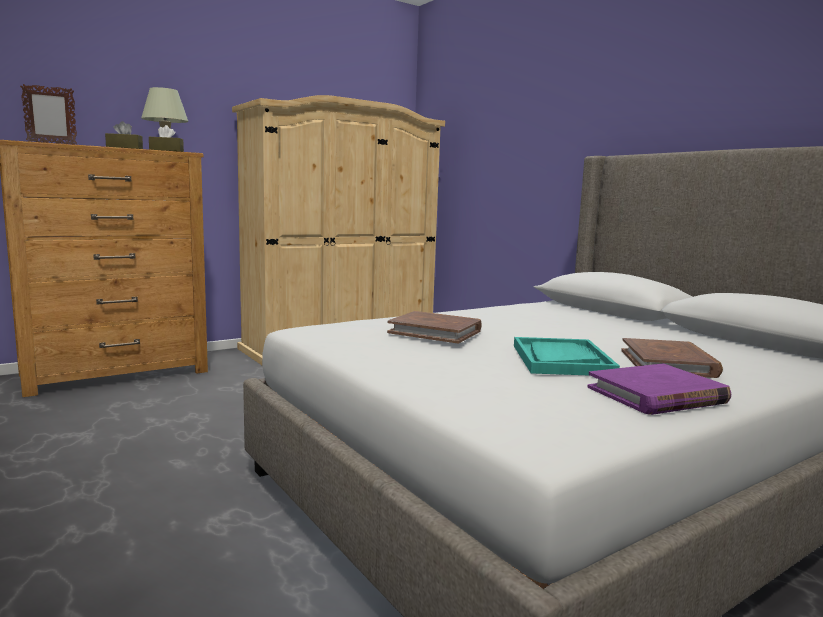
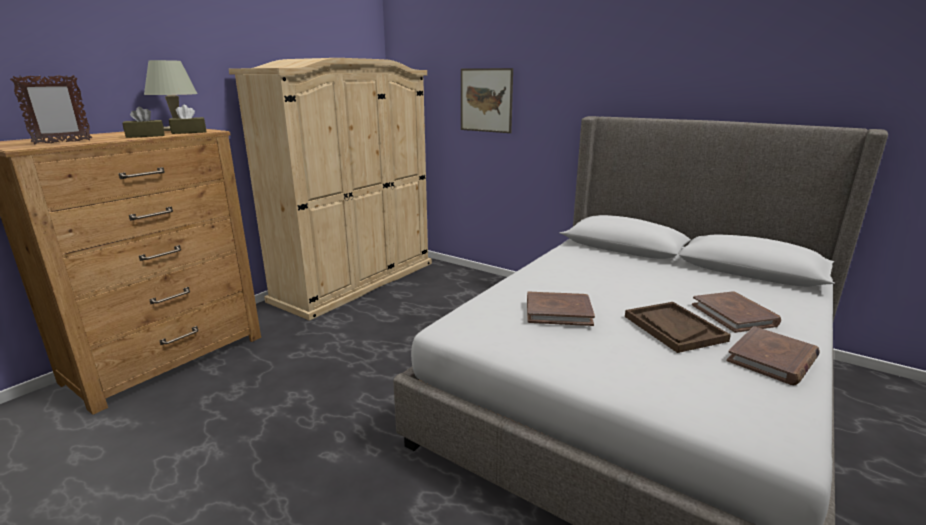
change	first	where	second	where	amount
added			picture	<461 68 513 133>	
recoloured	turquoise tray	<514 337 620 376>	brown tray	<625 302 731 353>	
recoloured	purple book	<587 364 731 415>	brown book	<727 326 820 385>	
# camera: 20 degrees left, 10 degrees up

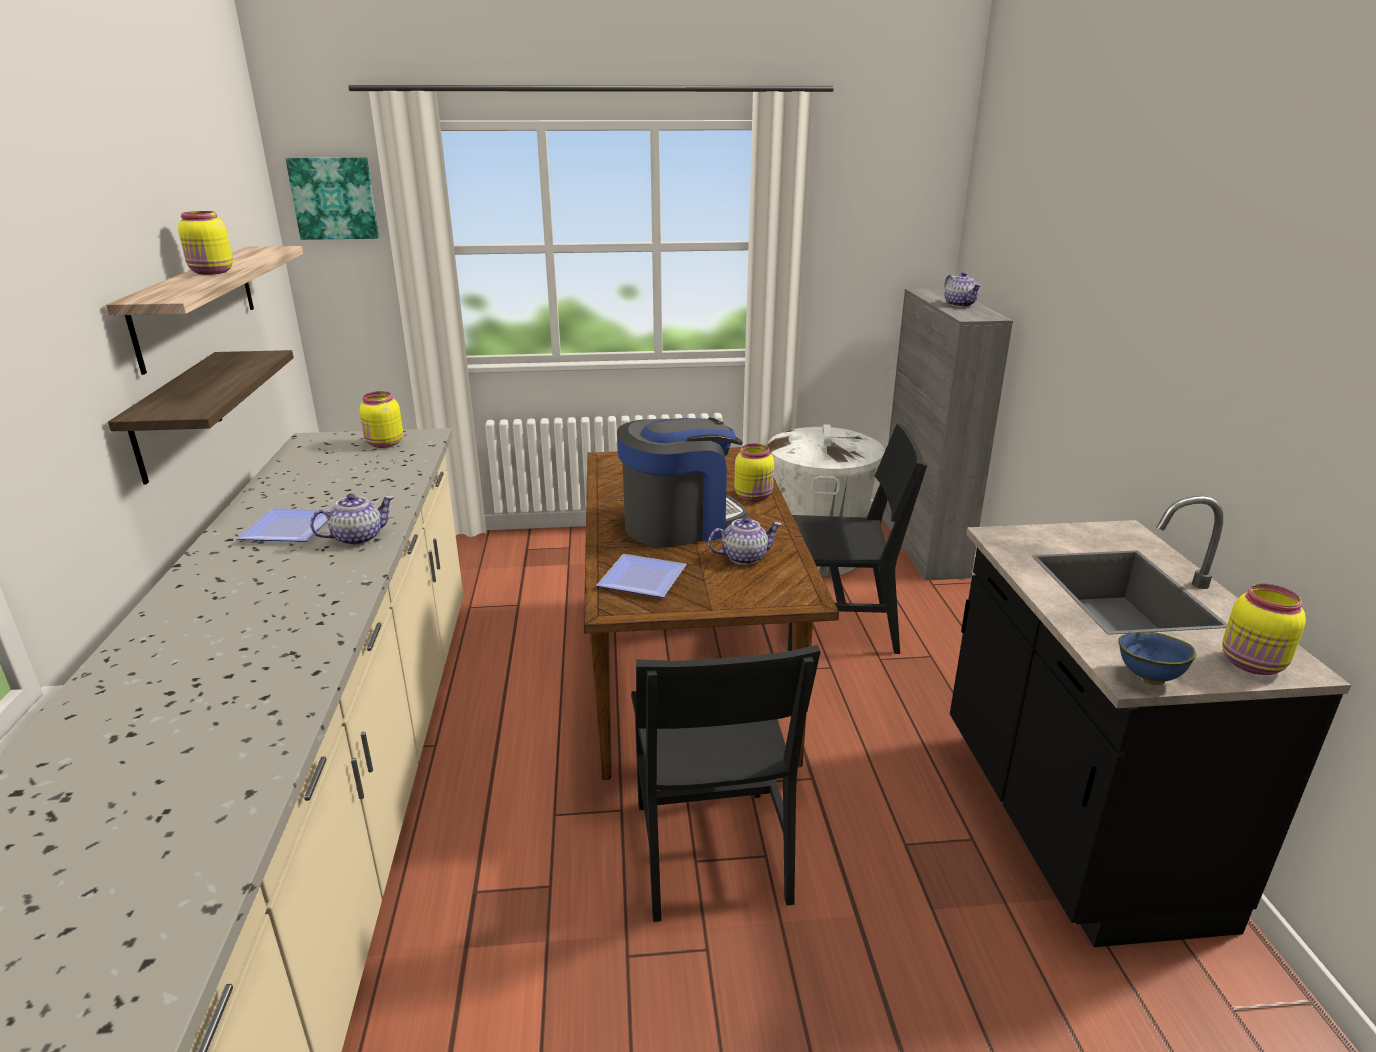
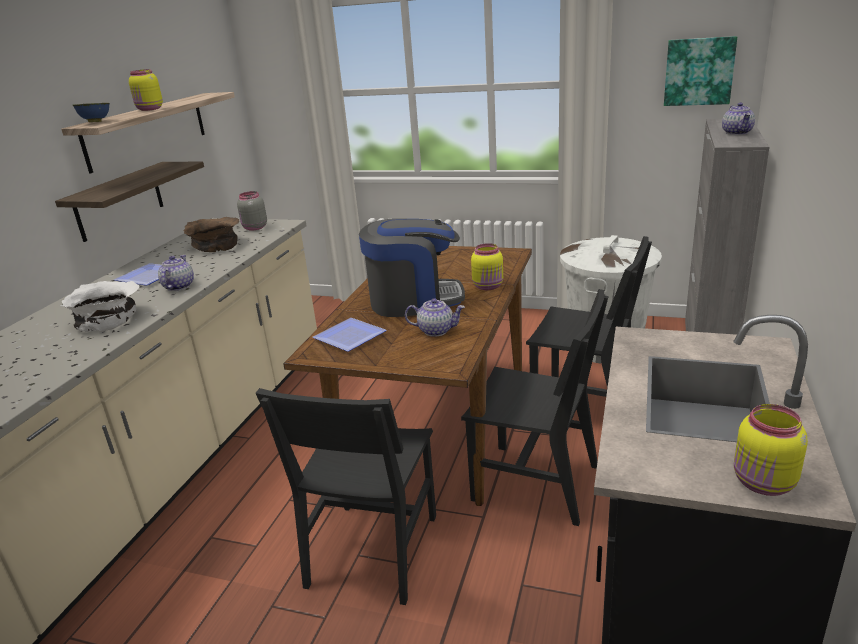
change	first	where	second	where	amount
added			white bowl	<61 281 139 332>	
added			brown bowl	<184 217 239 252>	
added			black chair	<461 289 609 526>	
moved	picture	<286 157 379 240>		<664 36 737 106>	
moved	blue bowl	<1118 632 1196 685>		<73 103 110 122>	
recoloured	yellow jar	<359 391 403 448>	grey jar	<237 191 267 231>	
turned	teapot	<310 494 394 546>		<158 255 194 291>	75 degrees counterclockwise
# camera: 25 degrees right, 0 degrees up

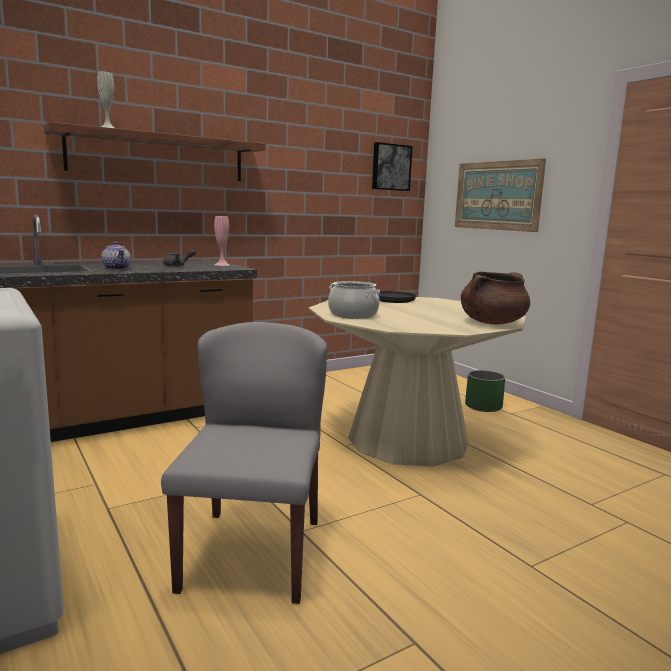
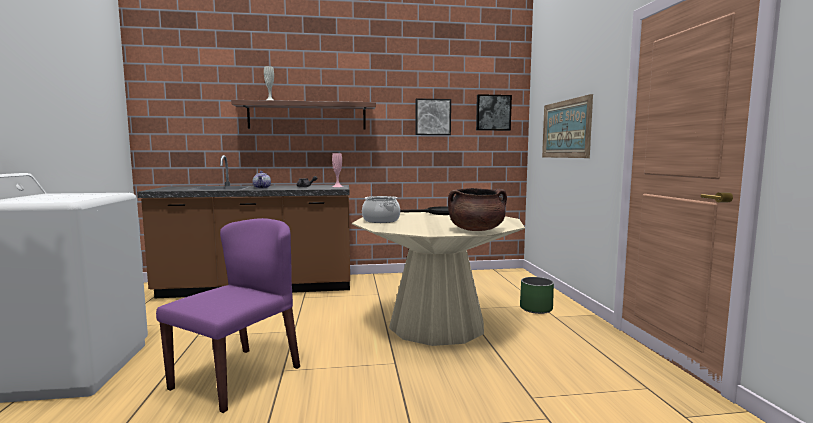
change	first	where	second	where	amount
added			picture	<415 98 451 135>	
recoloured	grey chair	<161 322 327 604>	purple chair	<156 218 300 413>	
# camera: 25 degrees right, 5 degrees down

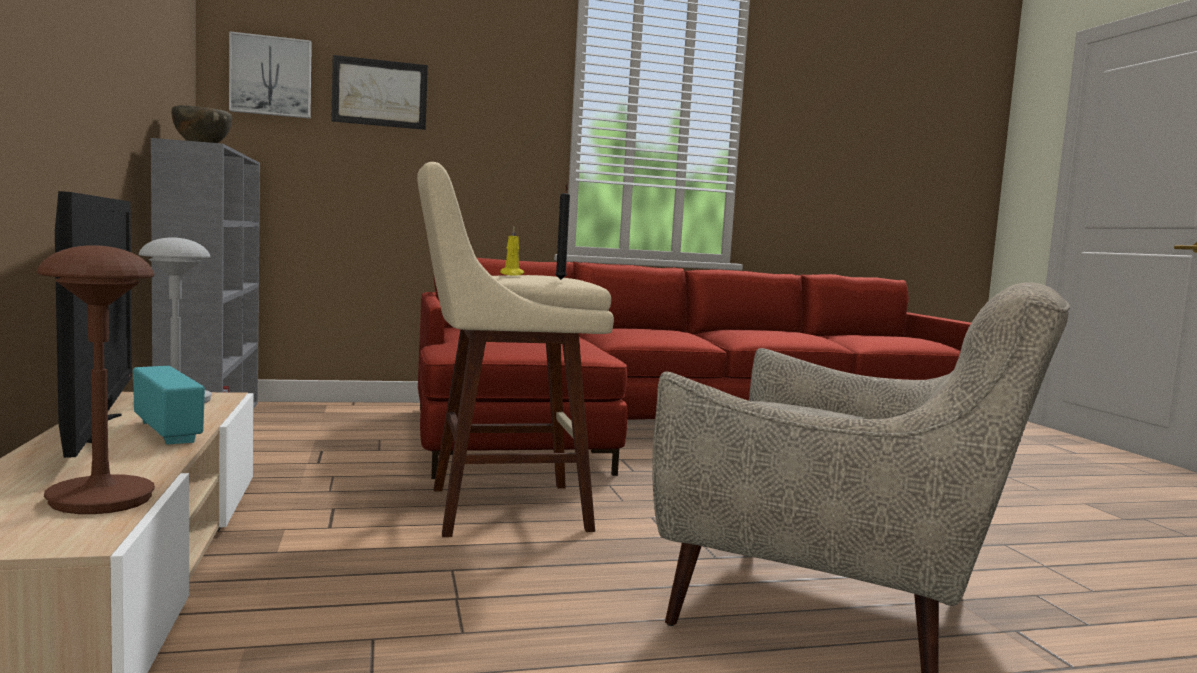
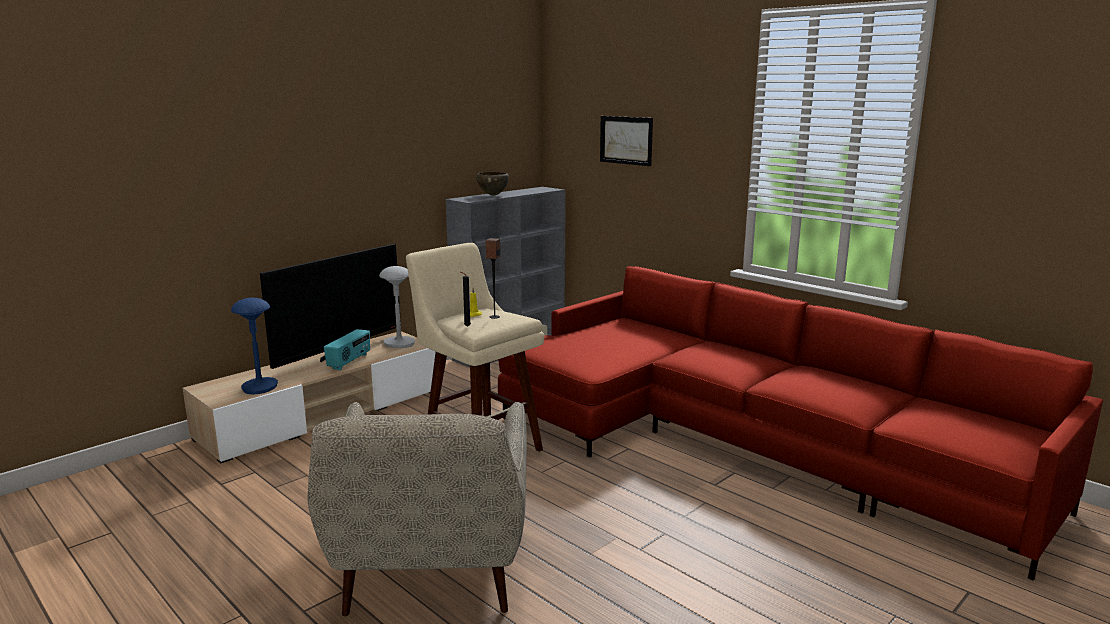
change	first	where	second	where	amount
removed	picture	<229 31 312 119>			
added			speaker	<485 238 500 319>	
recoloured	brown table lamp	<37 245 155 514>	blue table lamp	<231 298 278 394>	
# camera: 60 degrees right, 10 degrees up

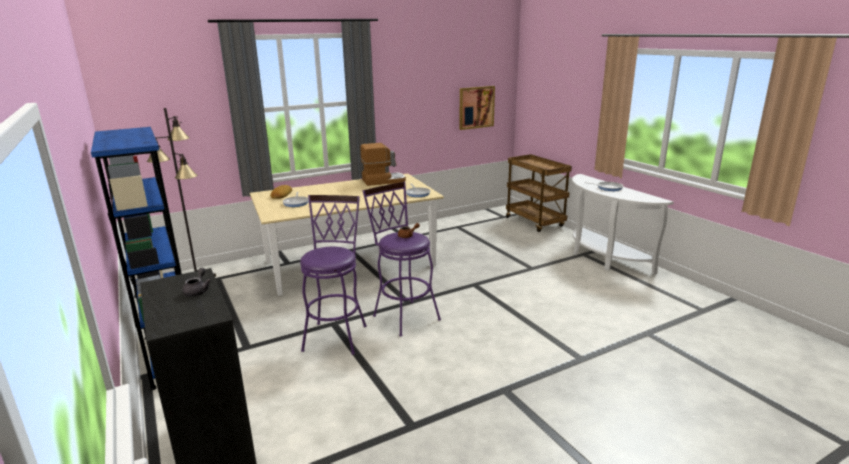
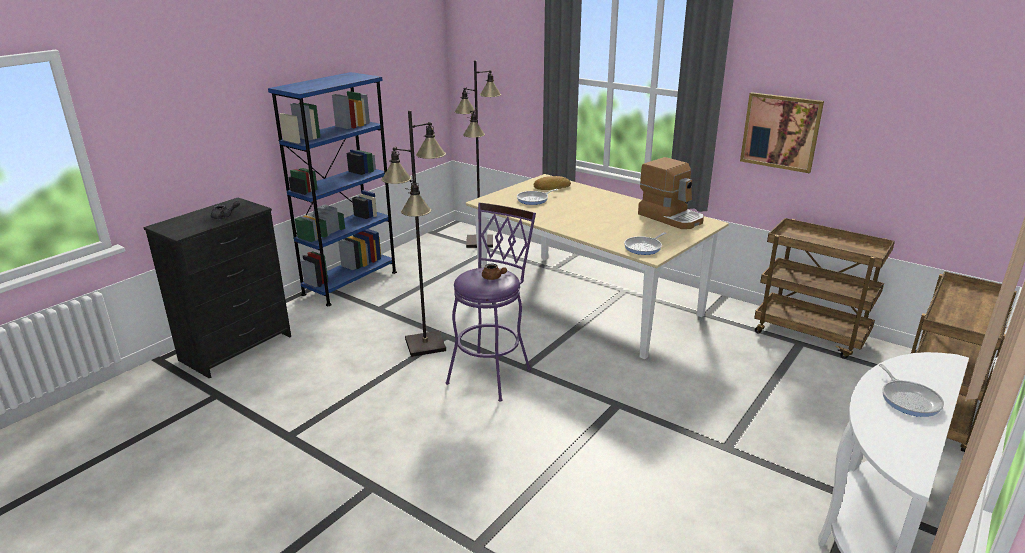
change	first	where	second	where	amount
added			brown cart	<754 218 895 359>	
moved	picture	<459 86 495 130>		<740 92 824 173>	
replaced	purple stool	<300 195 367 355>	black floor lamp	<382 110 446 357>	
# camera: 65 degrees right, 5 degrees up

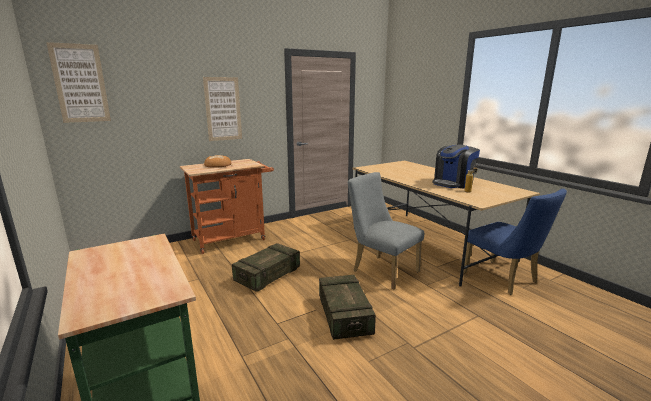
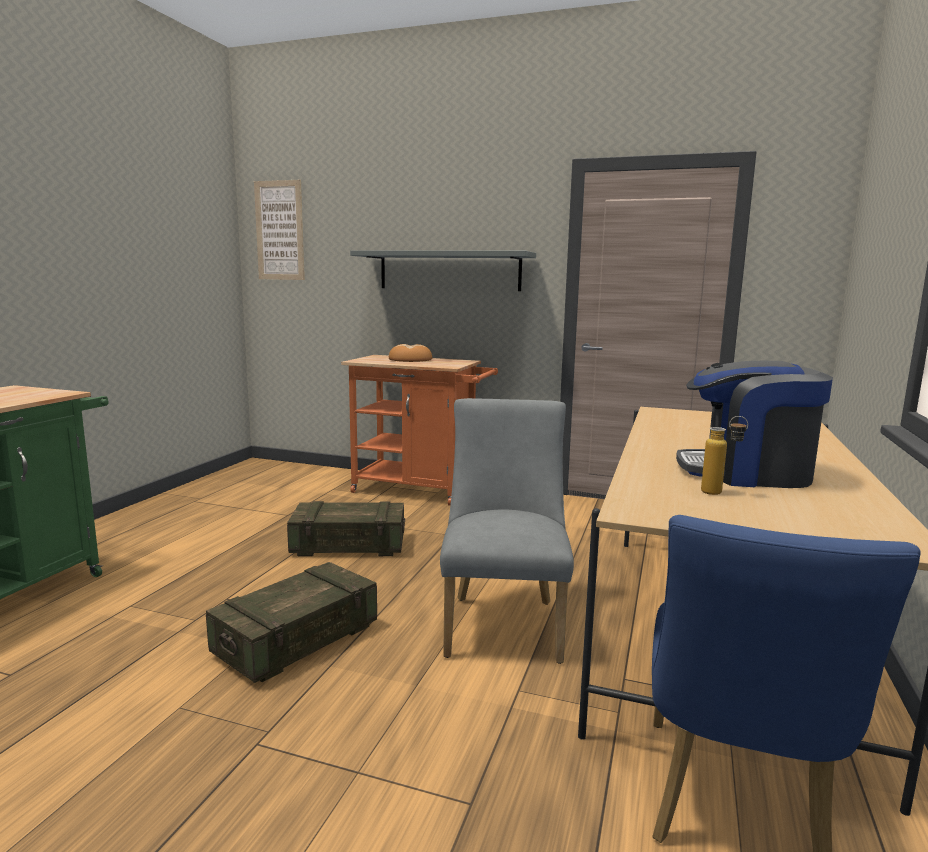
change	first	where	second	where	amount
replaced	picture	<203 77 242 141>	grey shelf	<350 250 536 291>	
# camera: 50 degrees right, 5 degrees down

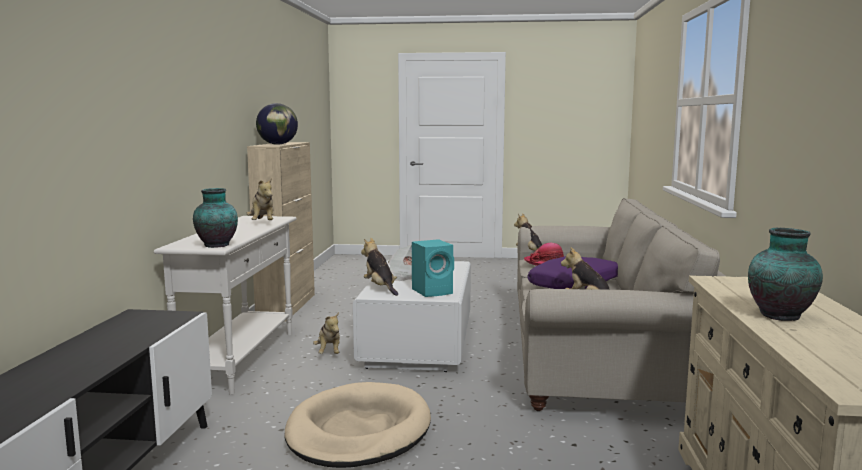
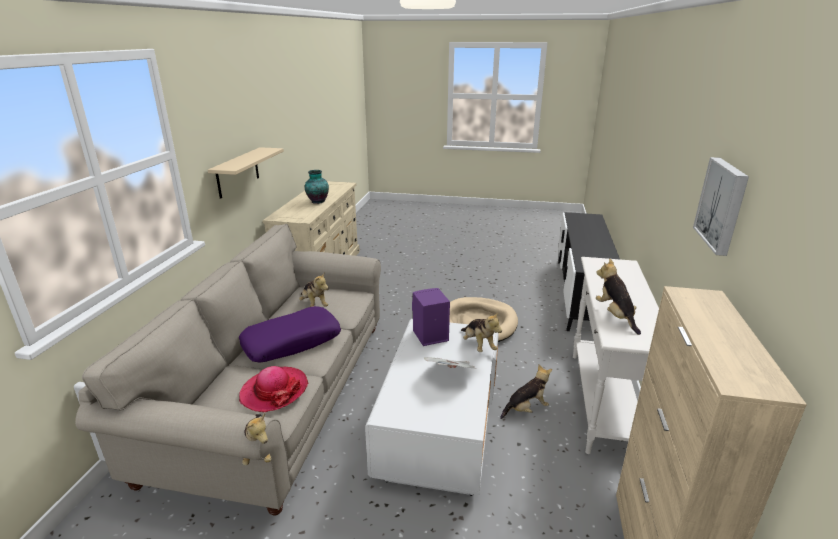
change	first	where	second	where	amount
removed	vase	<193 188 238 248>			
removed	globe	<256 103 298 145>			
added			beige shelf	<208 147 284 199>	
added			picture	<693 157 749 256>	
recoloured	turquoise speaker	<412 239 454 297>	purple speaker	<412 288 450 346>	
turned	plush toy	<313 312 340 354>		<500 364 552 419>	75 degrees clockwise
# camera: 175 degrees left, 15 degrees up

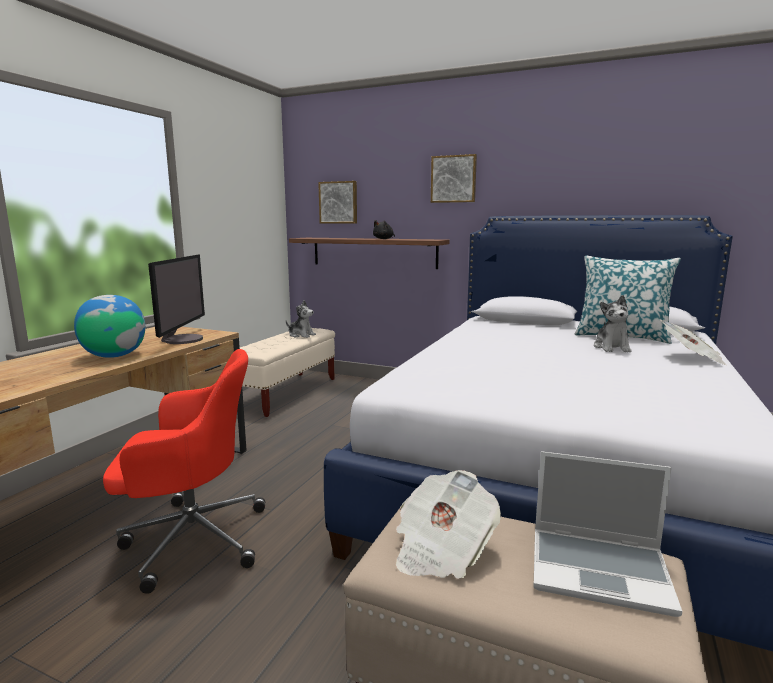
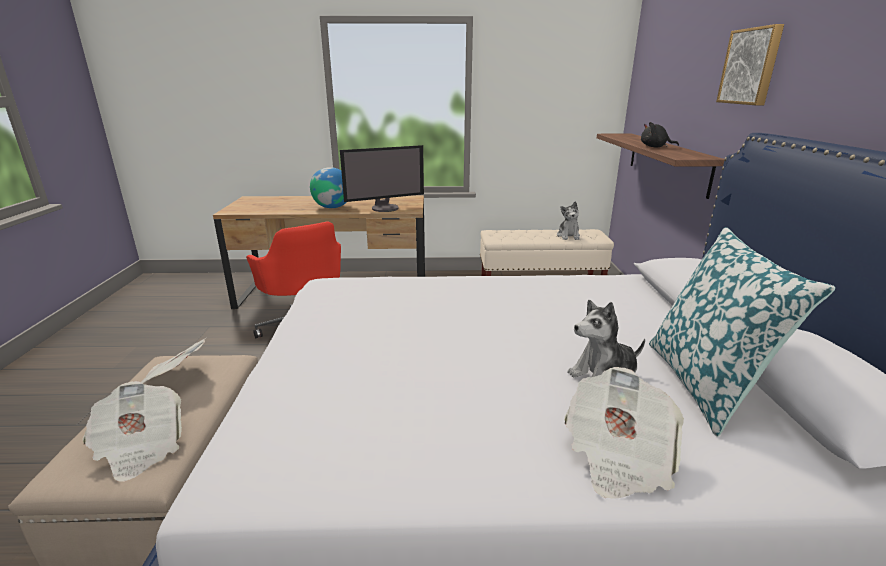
change	first	where	second	where	amount
removed	picture	<318 181 357 223>			
replaced	laptop	<534 451 682 617>	newspaper	<83 381 182 482>	
# camera: 65 degrees right, 10 degrees up

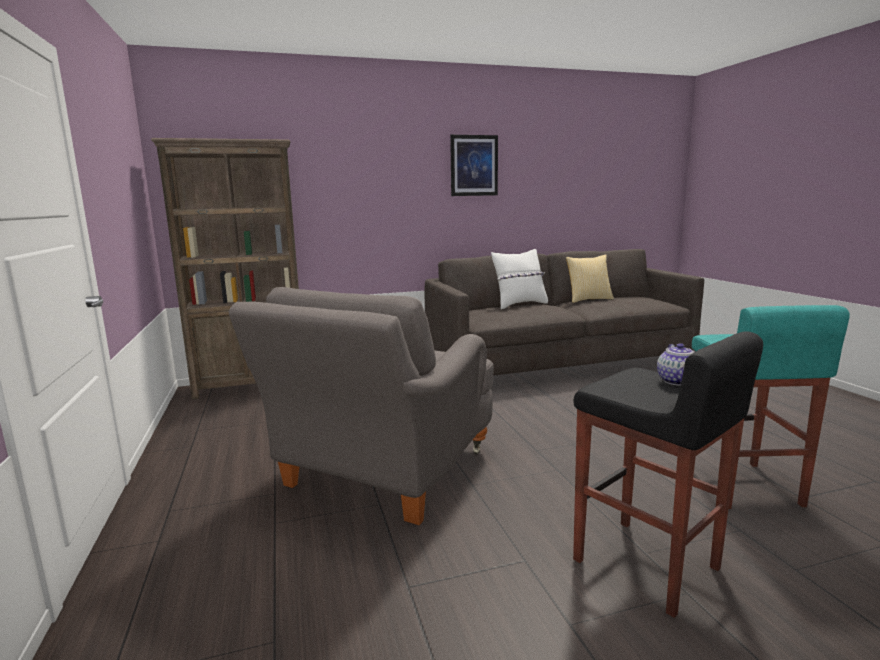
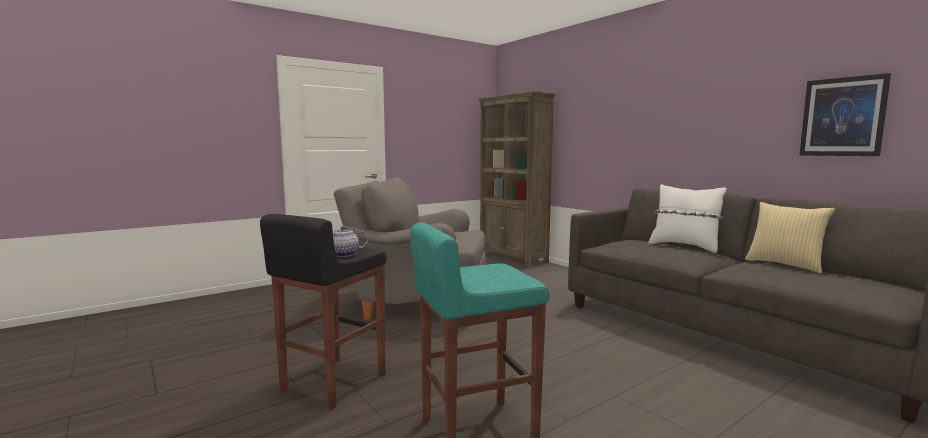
change	first	where	second	where	amount
moved	picture	<450 135 498 196>		<799 73 891 156>	
# camera: 70 degrees right, 5 degrees down

